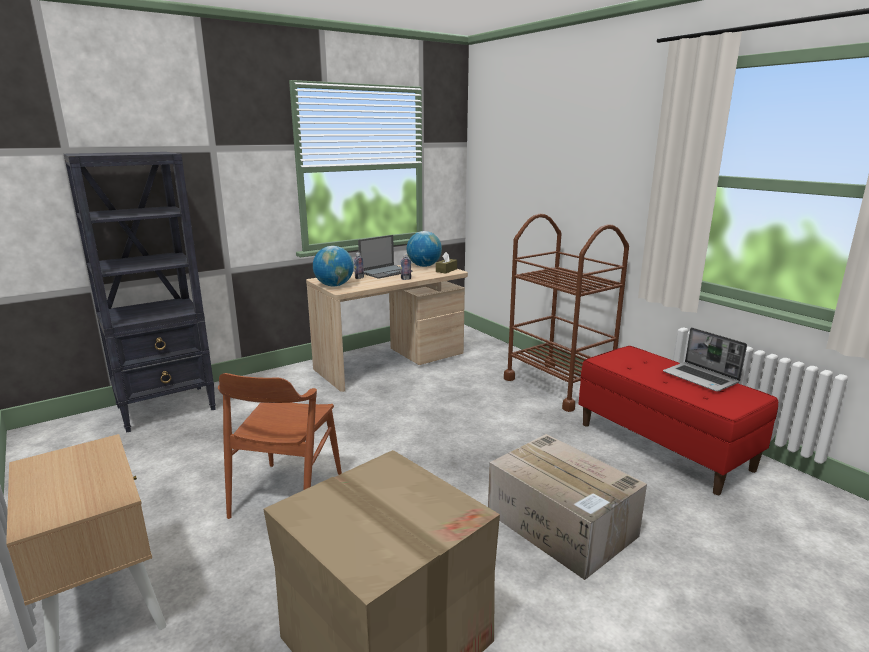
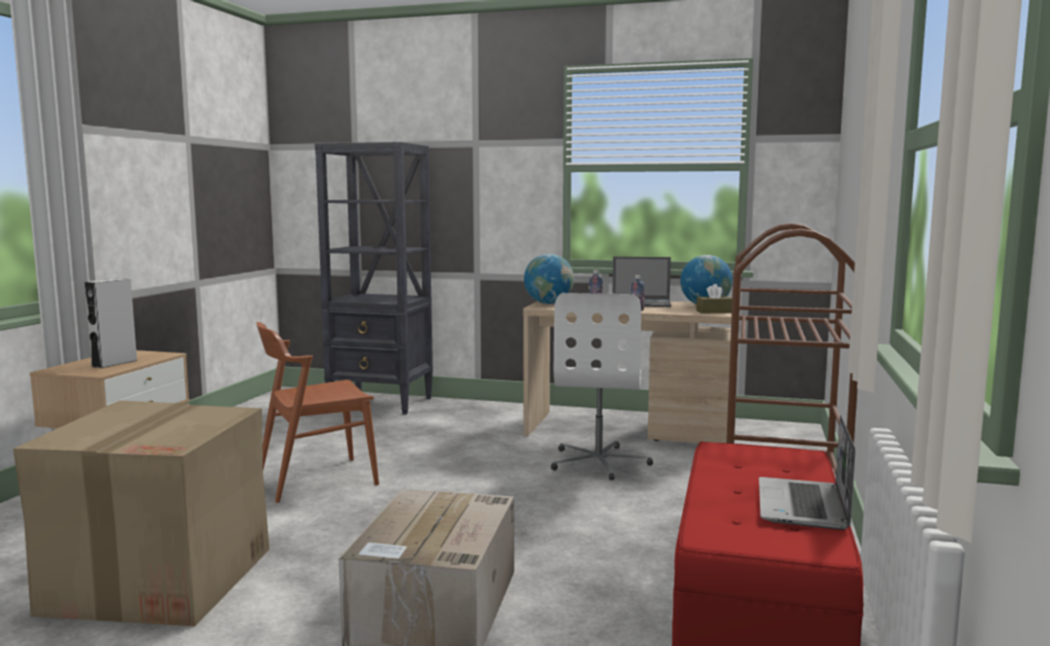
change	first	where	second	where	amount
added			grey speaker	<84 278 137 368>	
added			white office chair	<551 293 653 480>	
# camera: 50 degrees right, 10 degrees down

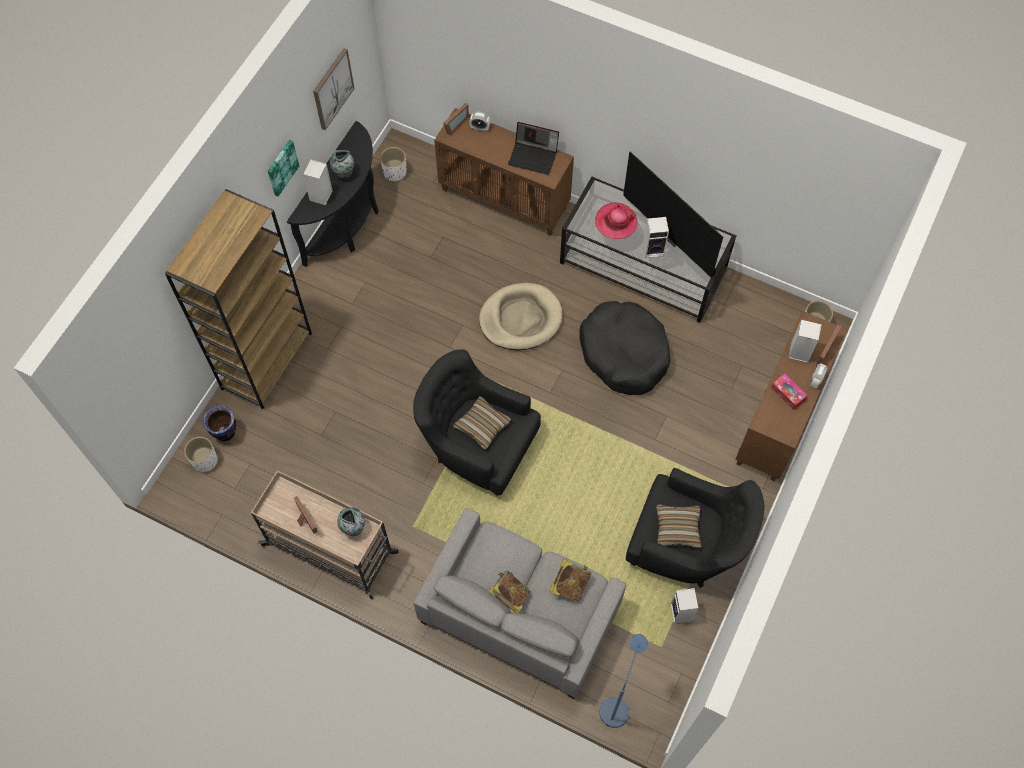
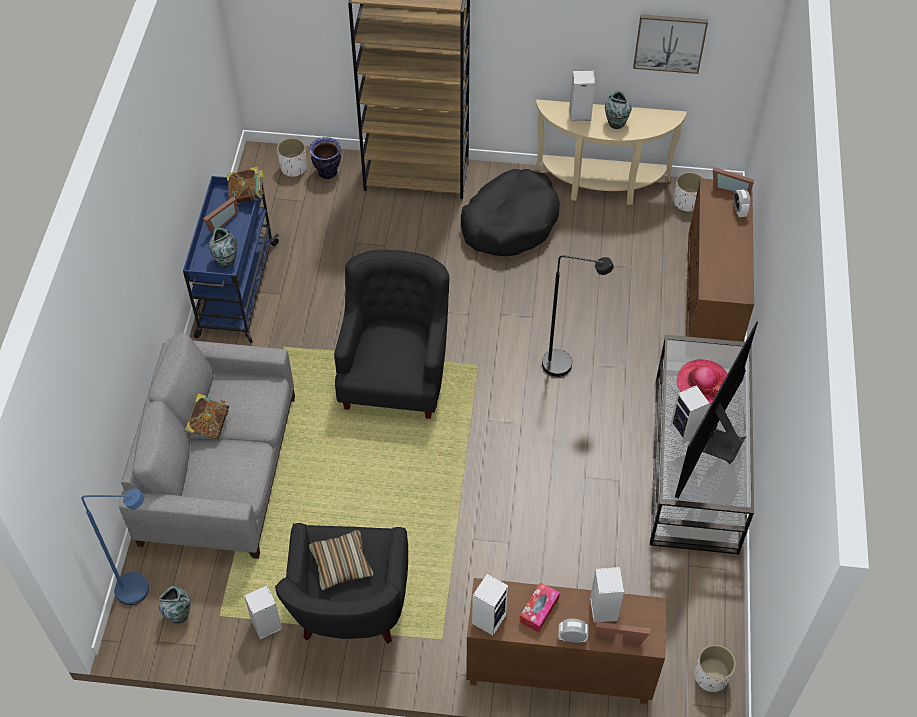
change	first	where	second	where	amount
removed	picture	<268 140 299 196>			
removed	pillow	<453 396 511 449>			
removed	laptop	<508 122 559 175>			
added			vase	<159 585 191 624>	
added			speaker	<472 574 509 635>	
moved	book	<549 559 591 602>		<227 167 265 204>	
moved	black dog bed	<579 301 670 395>		<461 169 560 256>	
replaced	beige dog bed	<479 283 563 350>	black floor lamp	<542 256 614 377>	
recoloured	beige cart	<251 470 398 599>	blue cart	<183 176 279 343>	
recoloured	black console table	<287 121 379 267>	beige console table	<535 99 687 205>	
# camera: 70 degrees right, 10 degrees down

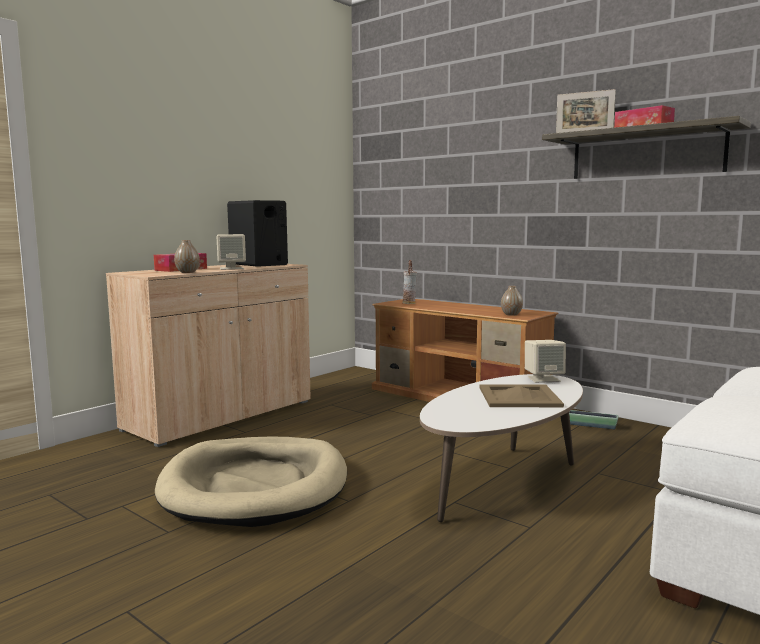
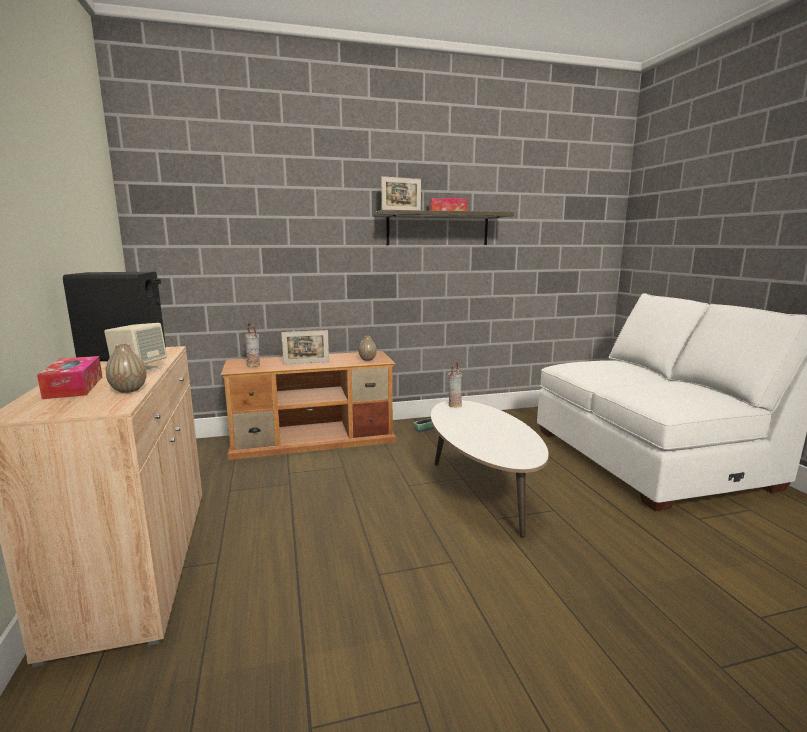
change	first	where	second	where	amount
removed	beige dog bed	<155 437 347 527>			
removed	beige tray	<480 384 564 407>			
added			picture frame	<281 330 329 365>	
replaced	beige speaker	<525 340 566 383>	vase	<448 362 462 407>	
# camera: 55 degrees left, 5 degrees up

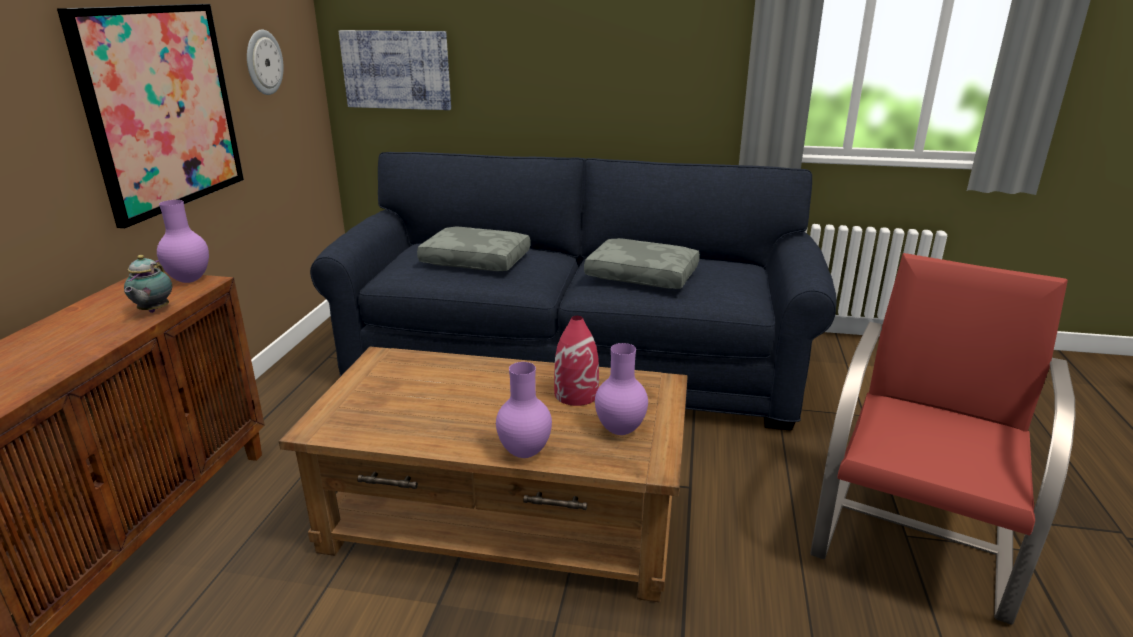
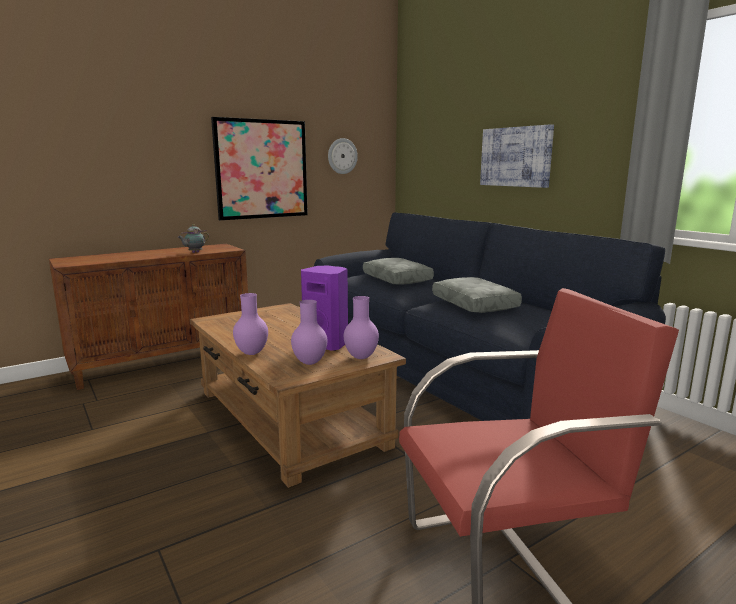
change	first	where	second	where	amount
moved	purple vase	<157 200 209 283>		<344 296 379 359>	
moved	picture	<338 30 451 110>		<480 124 554 188>	
replaced	red vase	<554 316 599 406>	purple speaker	<301 266 348 351>	
# camera: 45 degrees right, 10 degrees down

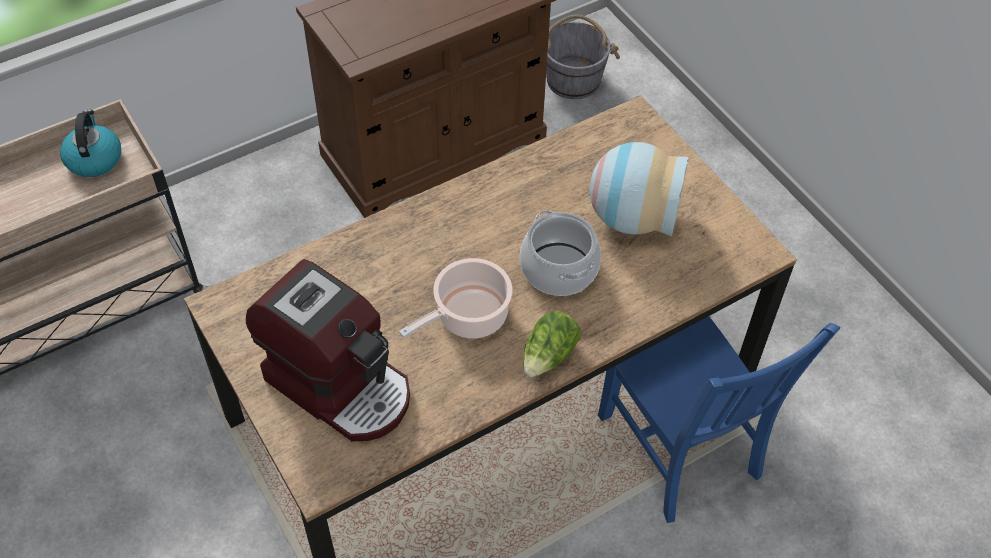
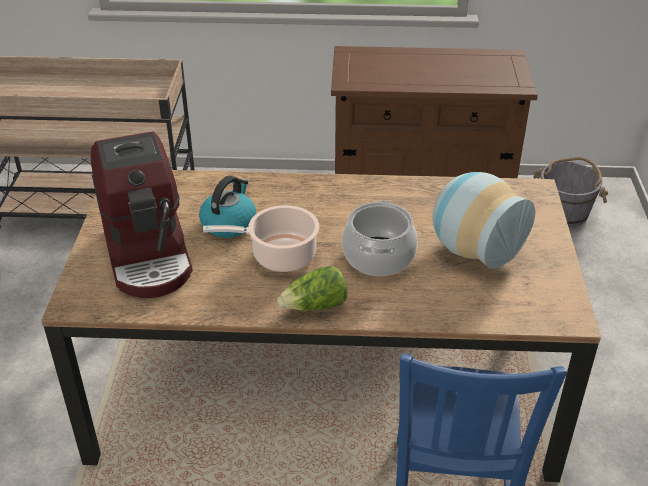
change	first	where	second	where	amount
moved	kettle	<60 109 121 177>		<199 176 256 238>	
# camera: 35 degrees right, 15 degrees down

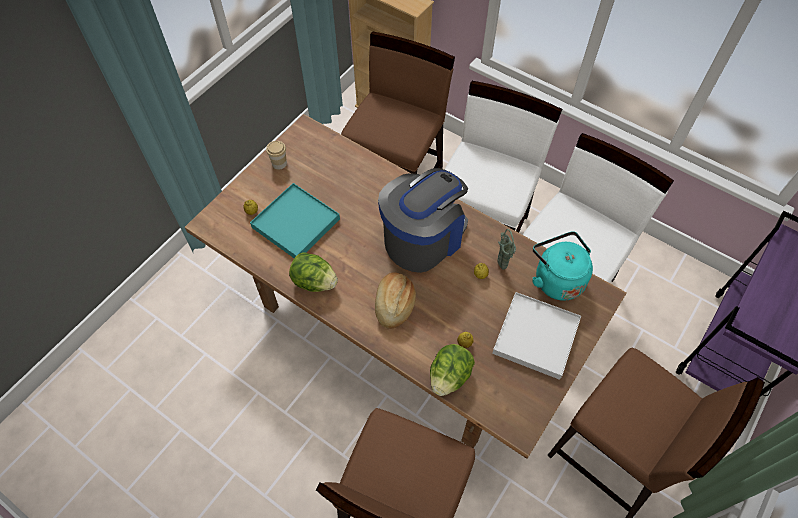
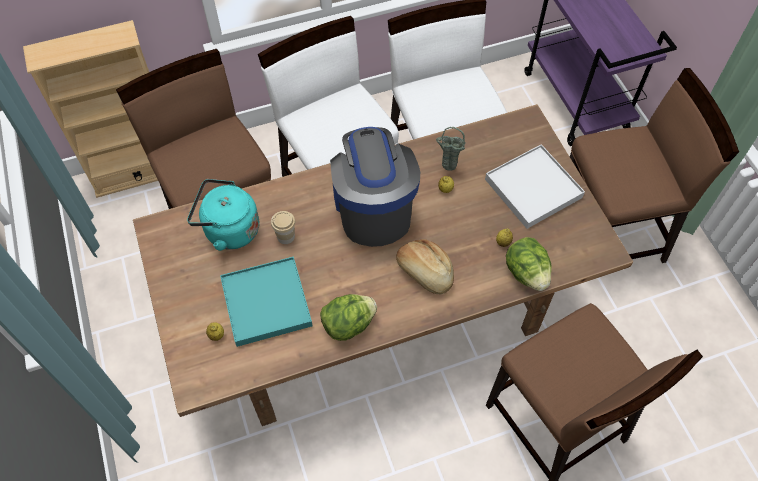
change	first	where	second	where	amount
moved	cup	<266 141 287 170>		<271 211 295 244>	
moved	turquoise kettle	<532 231 593 301>		<187 179 259 251>	
# camera: 55 degrees left, 0 degrees up

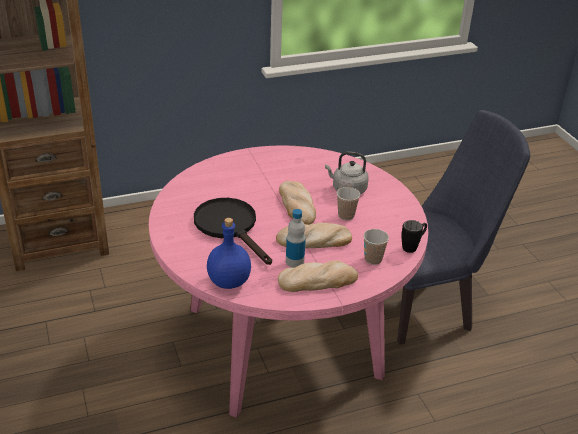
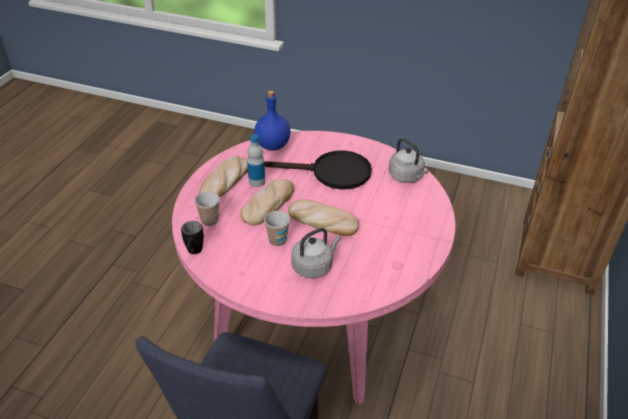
change	first	where	second	where	amount
added			grey kettle	<389 138 428 183>	
# camera: 130 degrees right, 5 degrees up

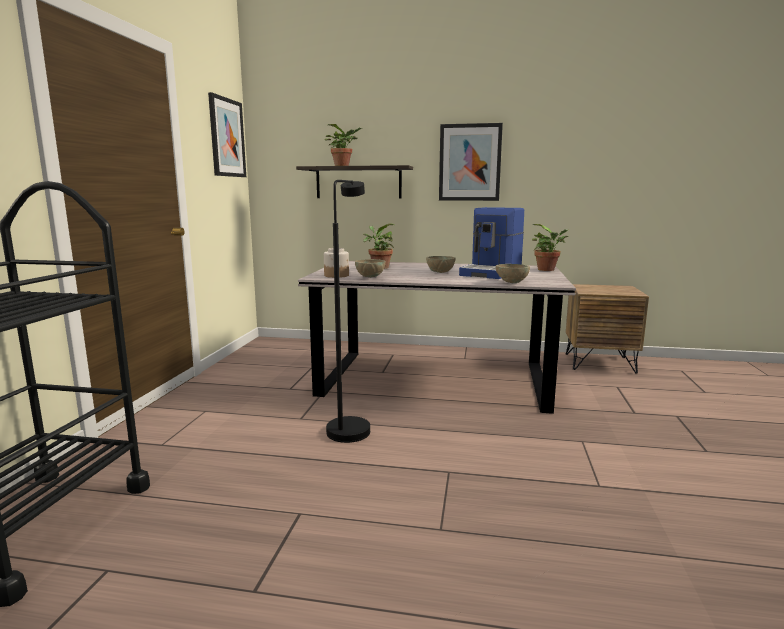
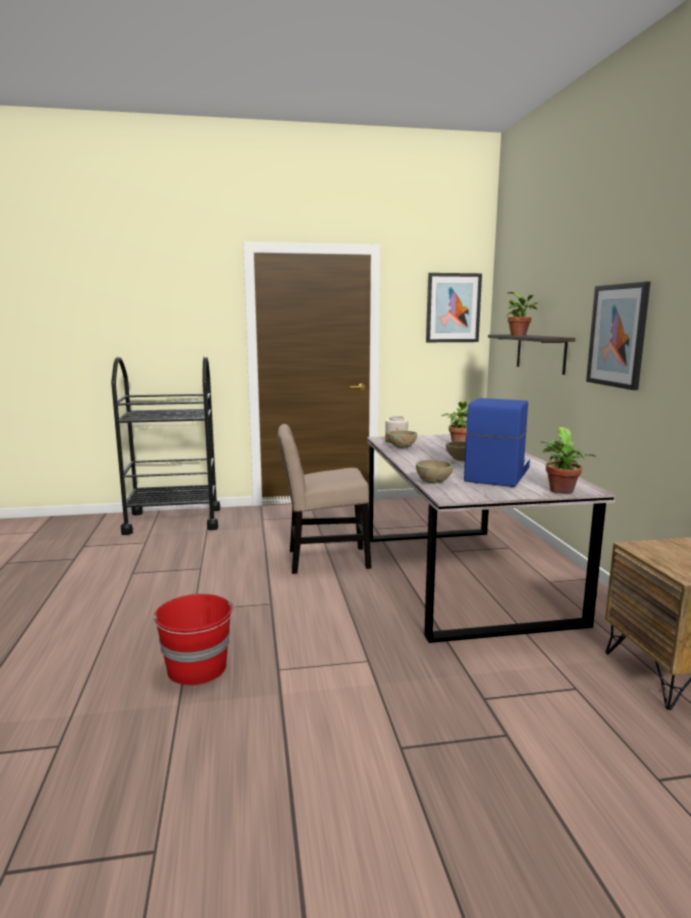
change	first	where	second	where	amount
added			red bucket	<153 594 234 685>	
replaced	black floor lamp	<326 180 370 443>	beige chair	<278 424 372 574>	
turned	coffee machine	<459 207 524 279>		<464 398 530 487>	105 degrees clockwise
# camera: 70 degrees right, 0 degrees up

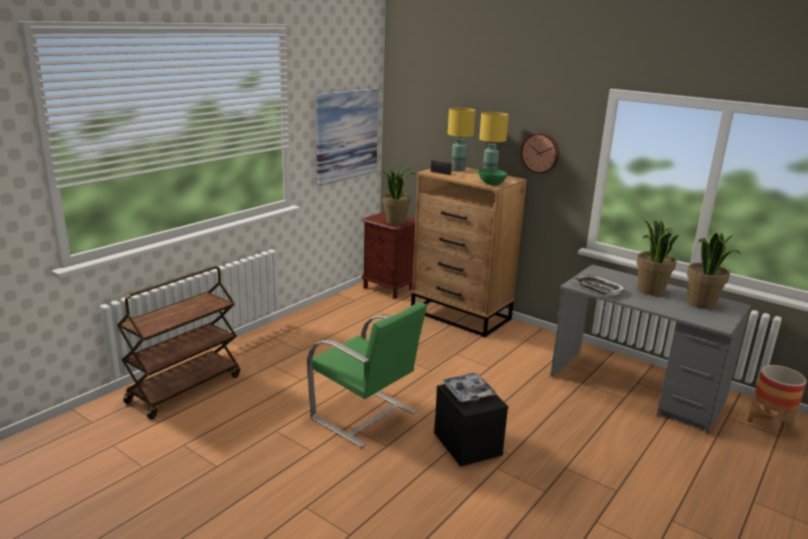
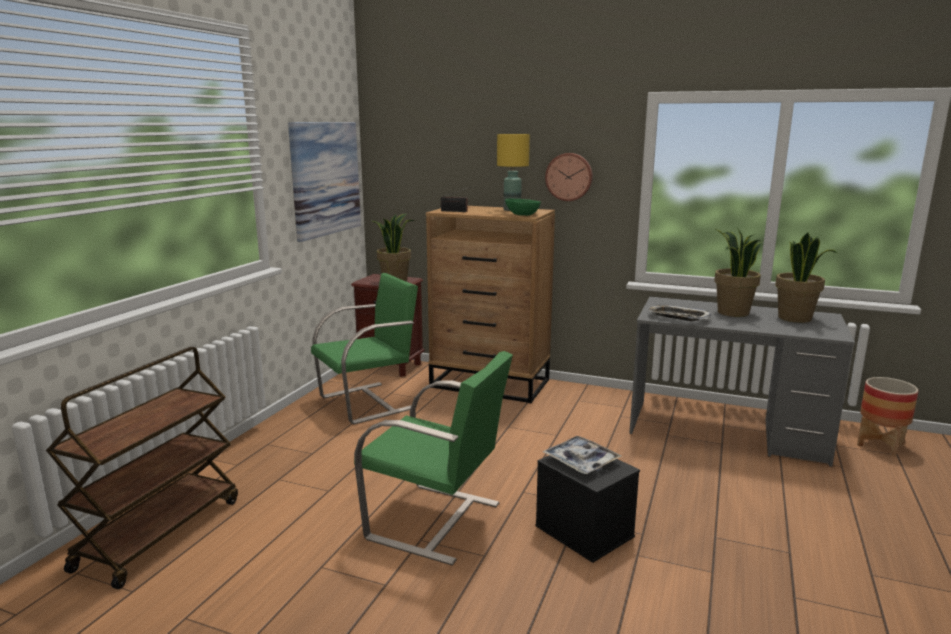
change	first	where	second	where	amount
removed	yellow table lamp	<448 108 476 172>			
added			green chair	<311 273 418 425>	
# camera: 15 degrees left, 5 degrees down

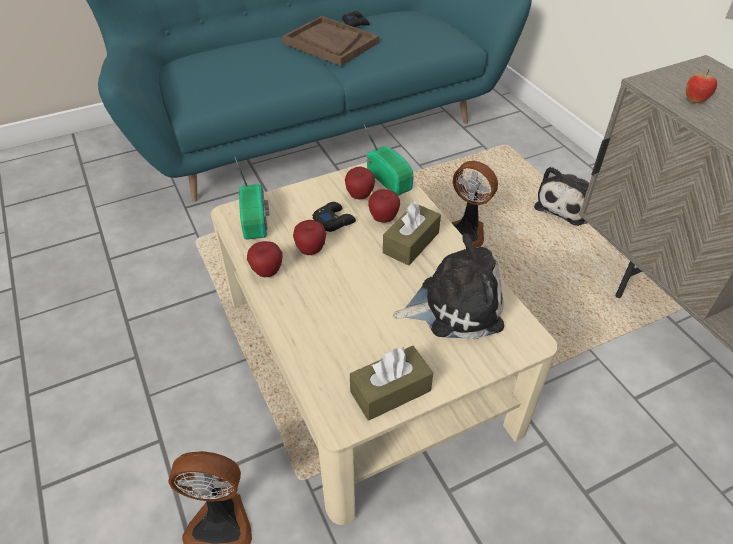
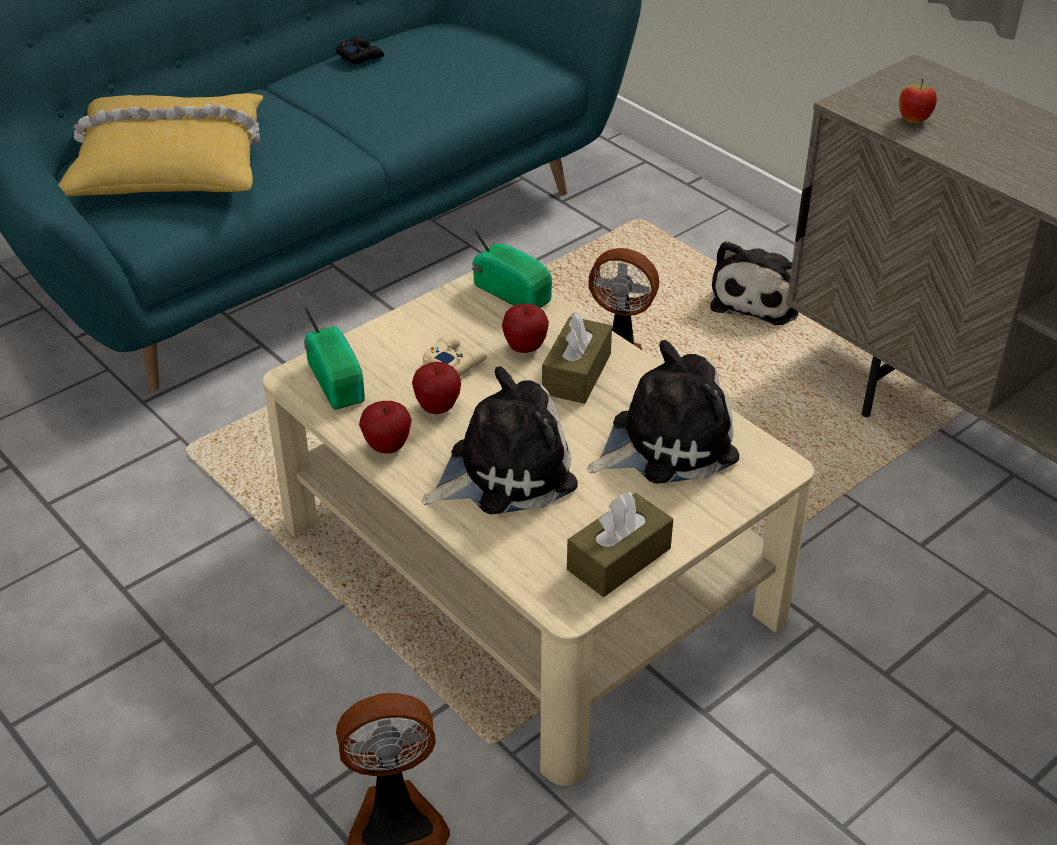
change	first	where	second	where	amount
removed	brown tray	<282 16 379 66>			
removed	apple	<345 167 375 200>			
added			yellow pillow	<58 93 263 196>	
added			plush toy	<422 366 578 514>	
recoloured	black game controller	<312 202 356 232>	beige game controller	<423 335 487 376>	
# camera: 15 degrees left, 5 degrees down

